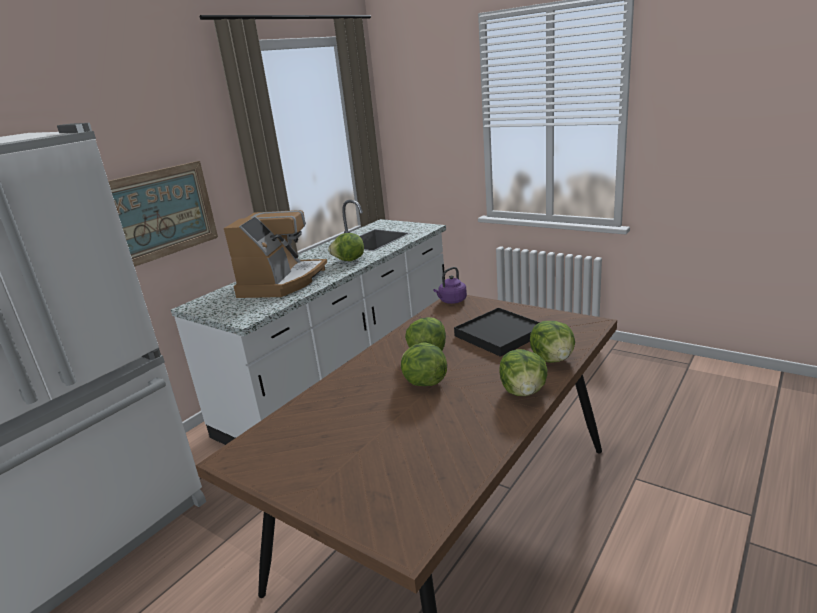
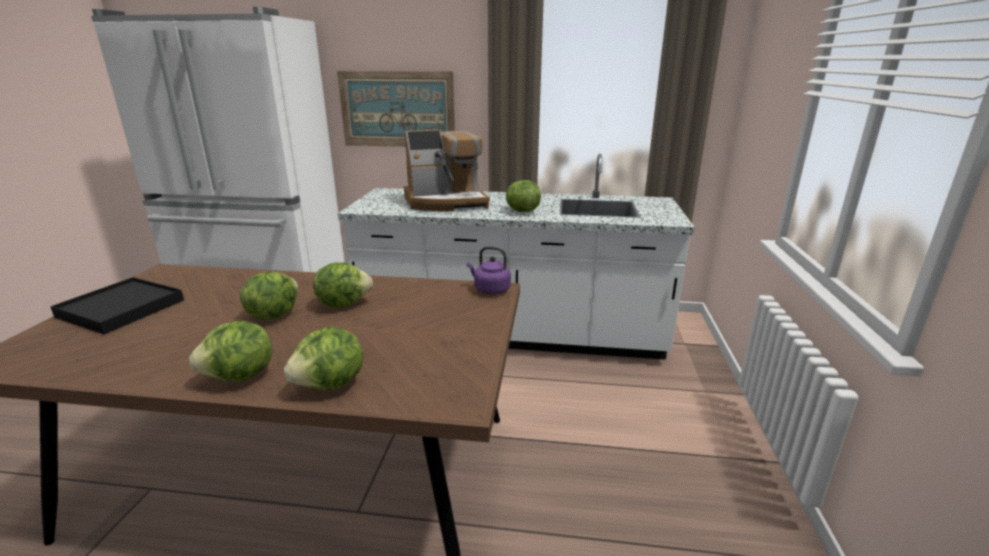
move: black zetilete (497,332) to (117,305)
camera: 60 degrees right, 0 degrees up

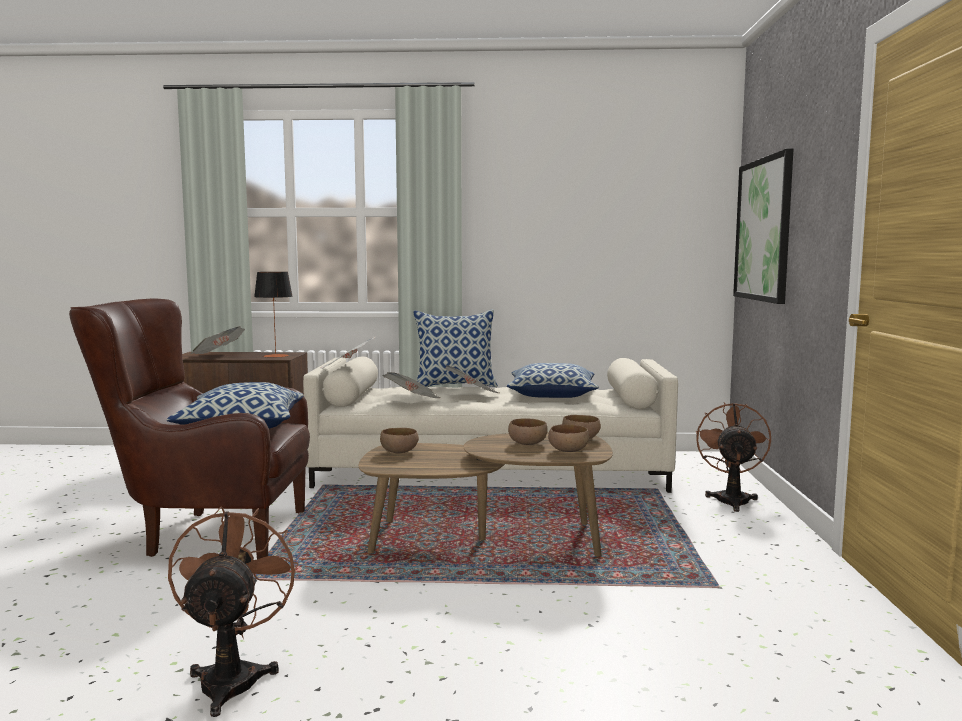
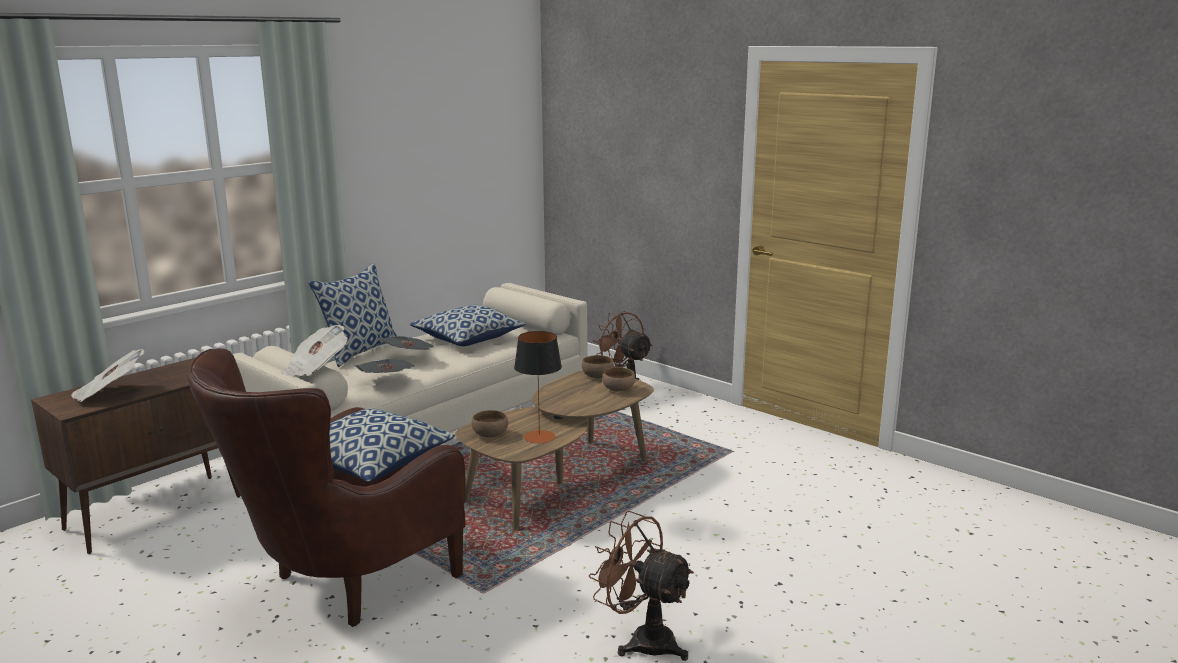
delete: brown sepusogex (528,431); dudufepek (763,226)
move: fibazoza (273,315) to (538,387)
camera: 50 degrees left, 10 degrees up

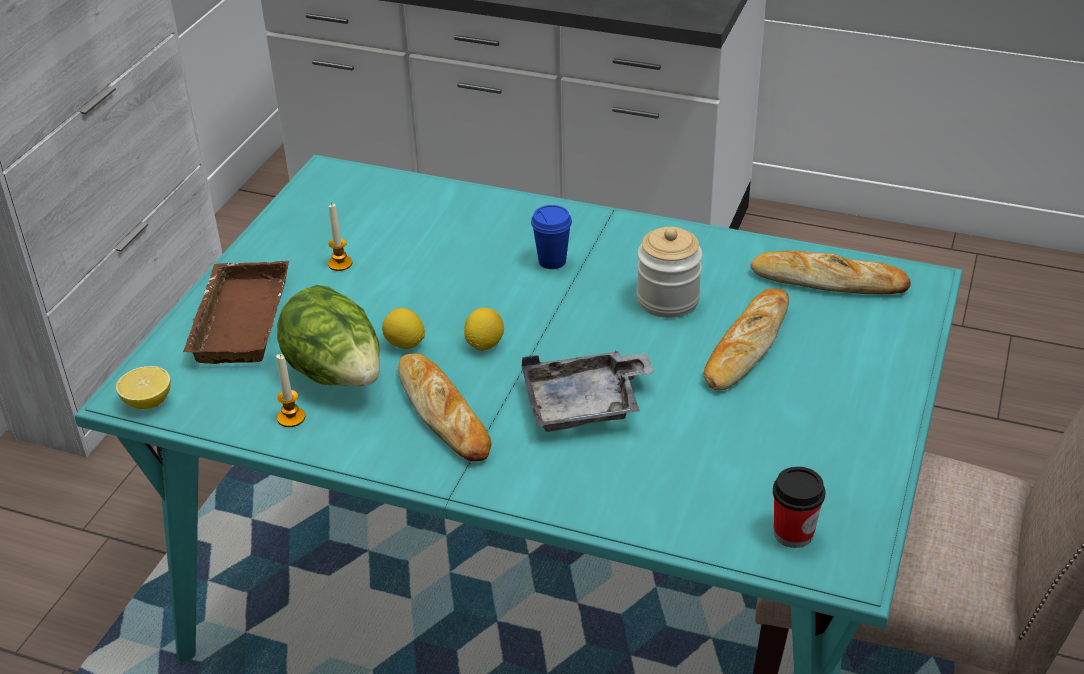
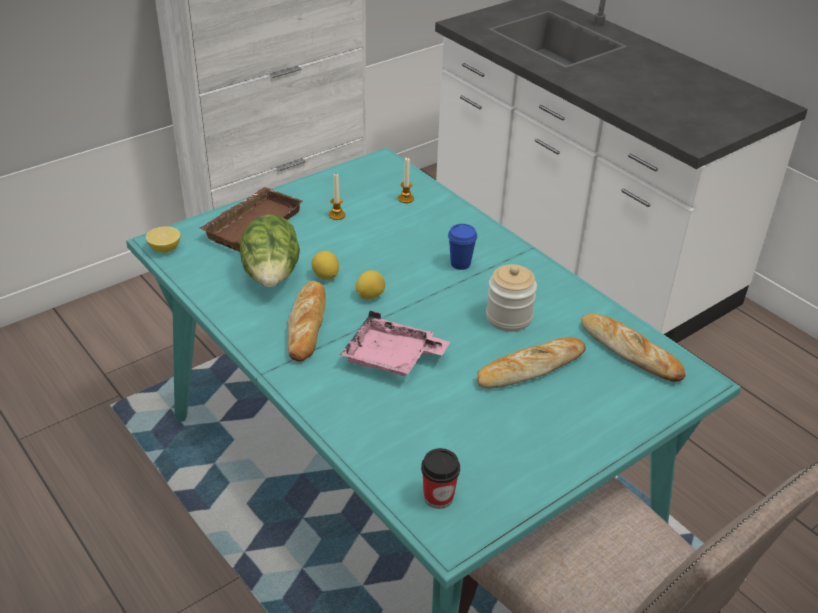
move: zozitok (290,390) to (406,180)
recolor: grey zetilete (588,391) to pink zetilete (395,343)
camera: 30 degrees right, 0 degrees up

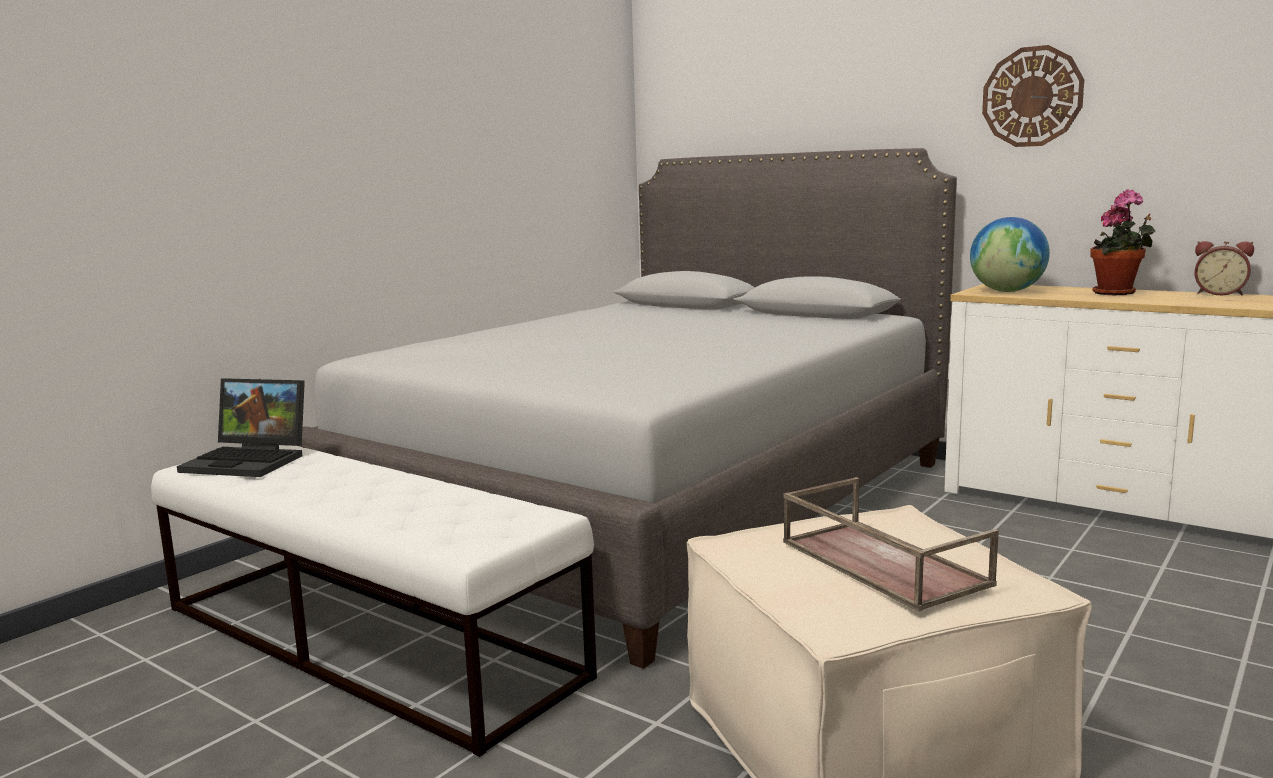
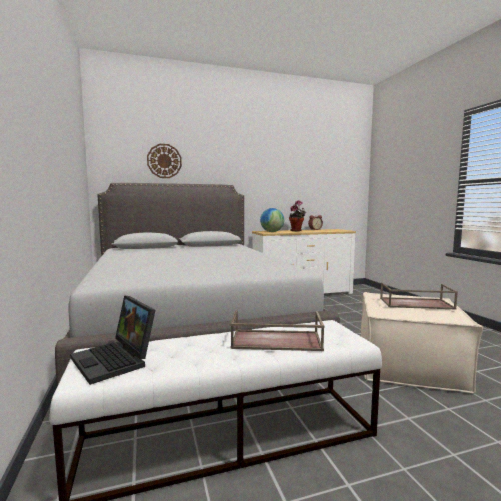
insert: brown zetilete (277,330)
move: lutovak (1033,96) to (164,161)
rotate: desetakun (241,427) = (112,340) 90 degrees clockwise
camera: 55 degrees left, 5 degrees down

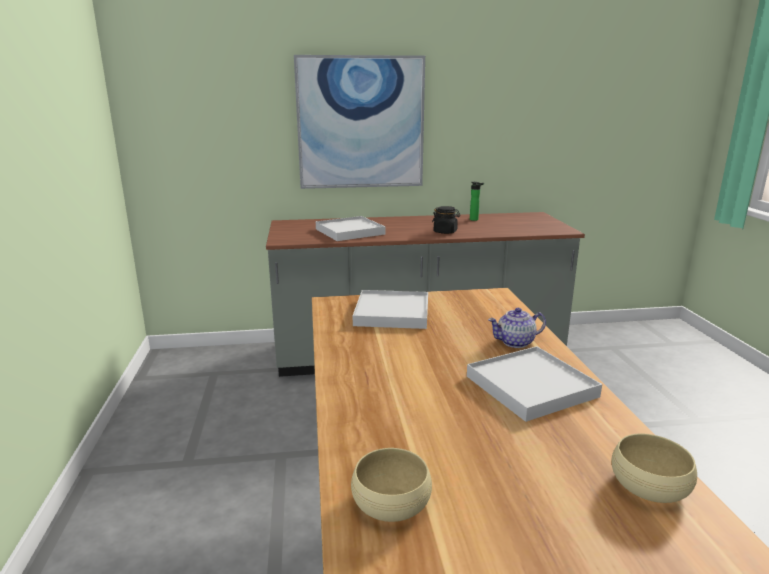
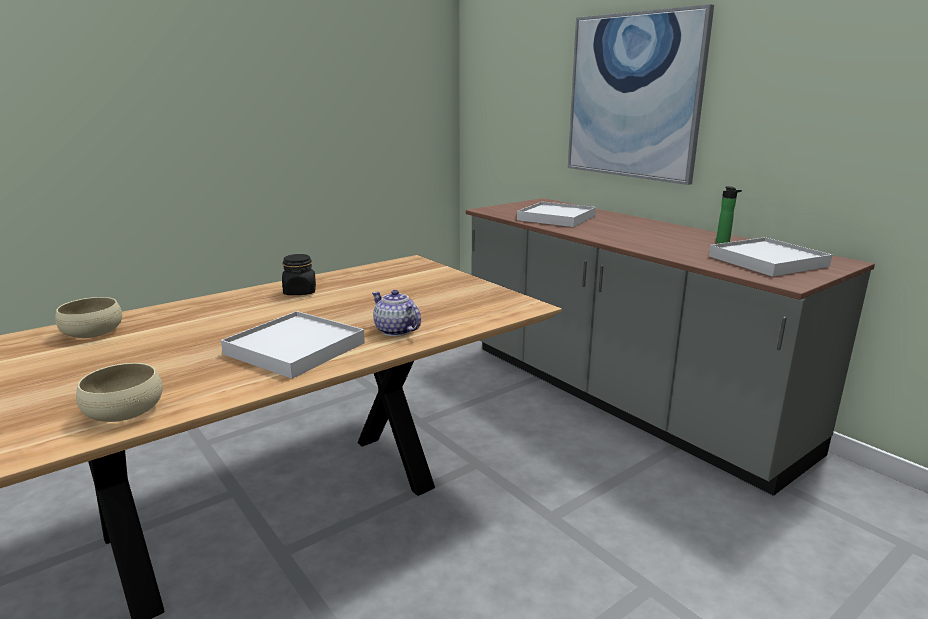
move: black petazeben (446,220) to (299,274); white zetilete (390,309) to (770,257)
camera: 60 degrees right, 0 degrees up

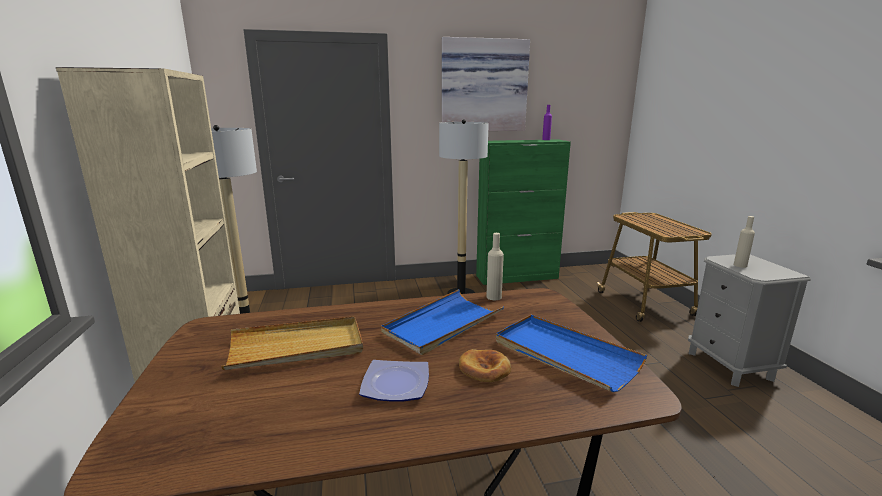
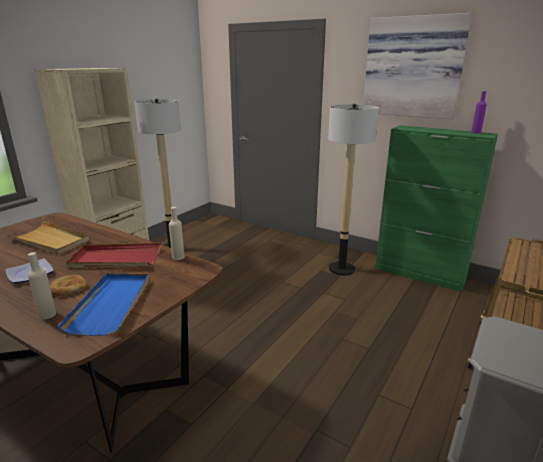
move: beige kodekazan (744,242) to (42,286)
recolor: blue zetilete (442,322) to red zetilete (113,255)
camera: 45 degrees right, 5 degrees up

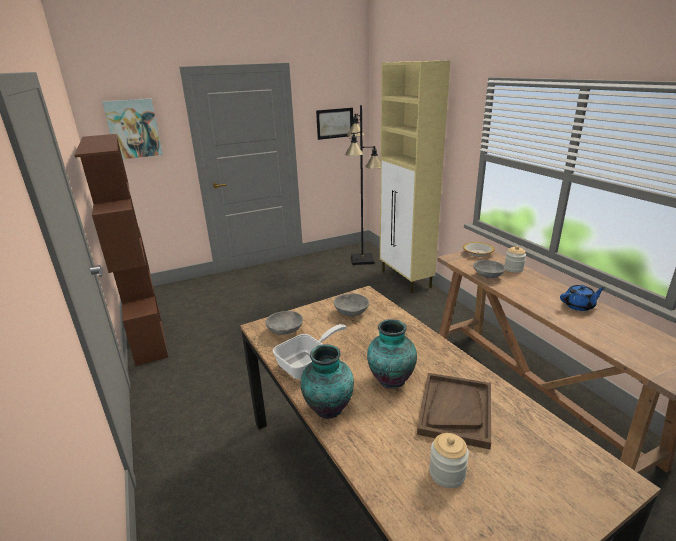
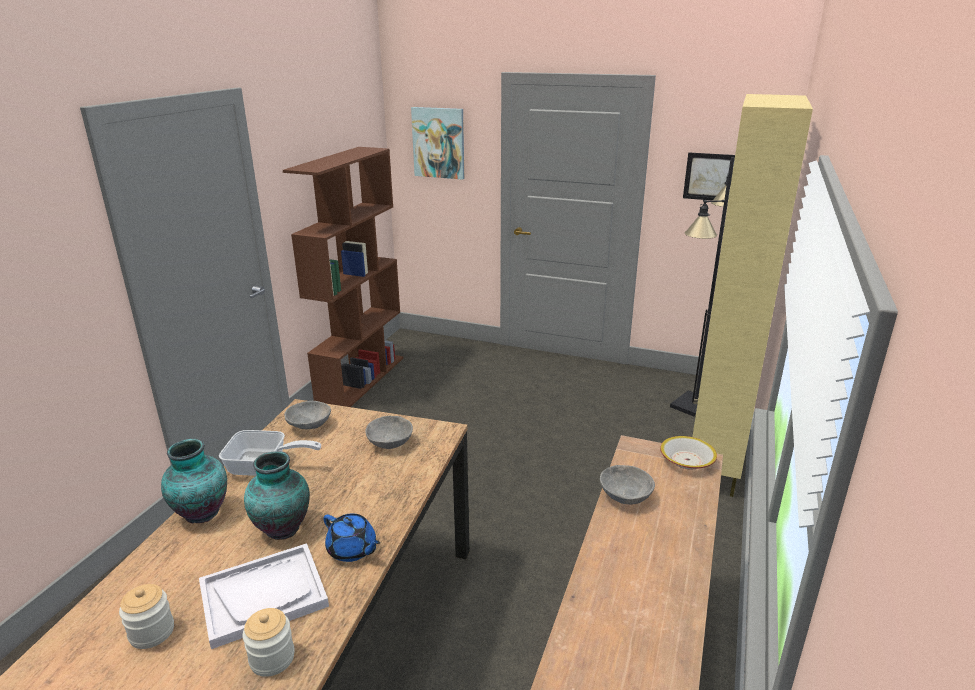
move: petazeben (515,259) to (268,642); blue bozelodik (582,298) to (351,537)
recolor: brown zetilete (454,411) to white zetilete (264,596)
camera: 45 degrees right, 0 degrees up

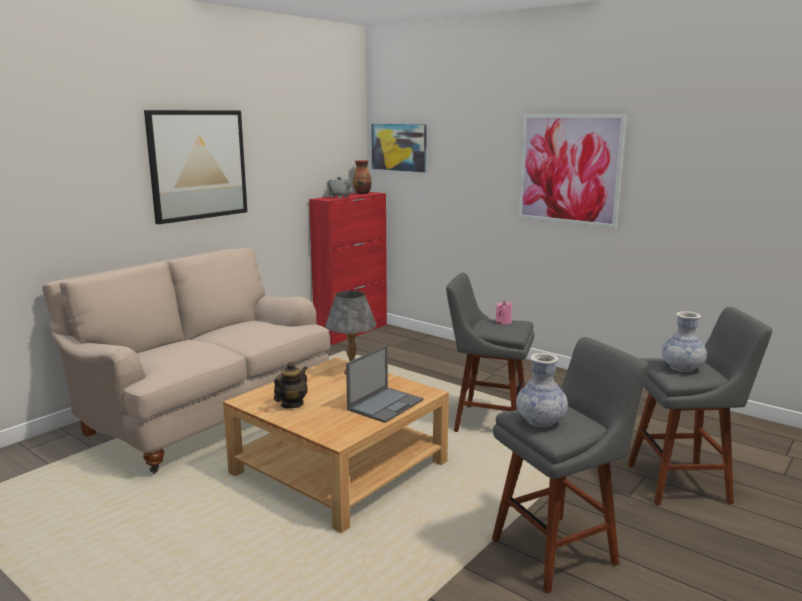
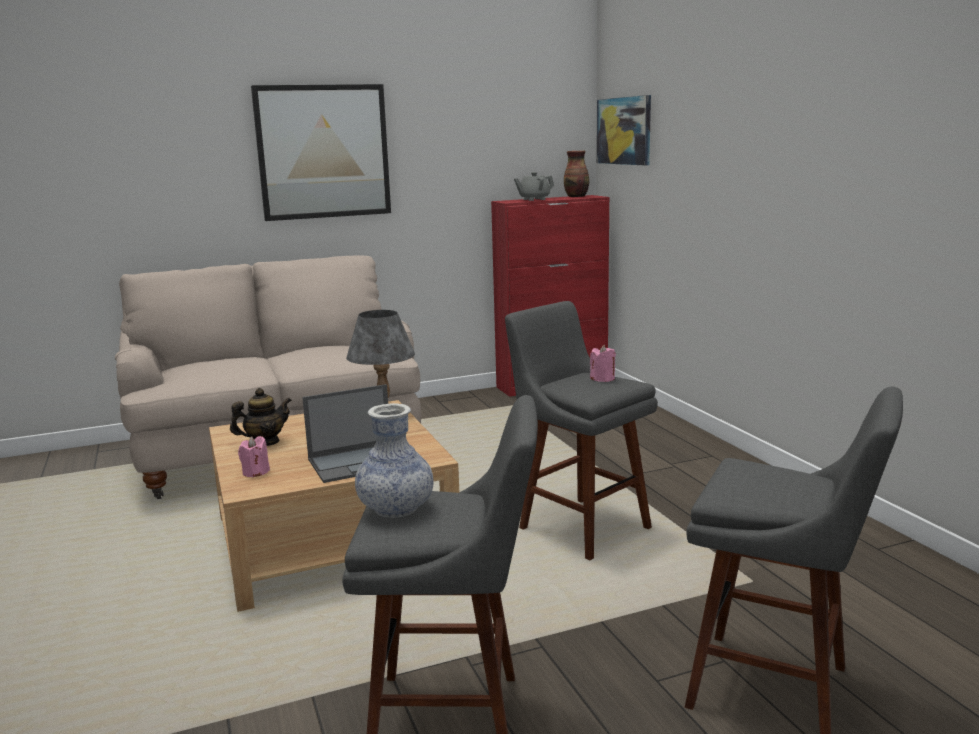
delete: dudufepek (572,171); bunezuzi (684,341)
insert: pink zozitok (254,456)
camera: 30 degrees right, 0 degrees up

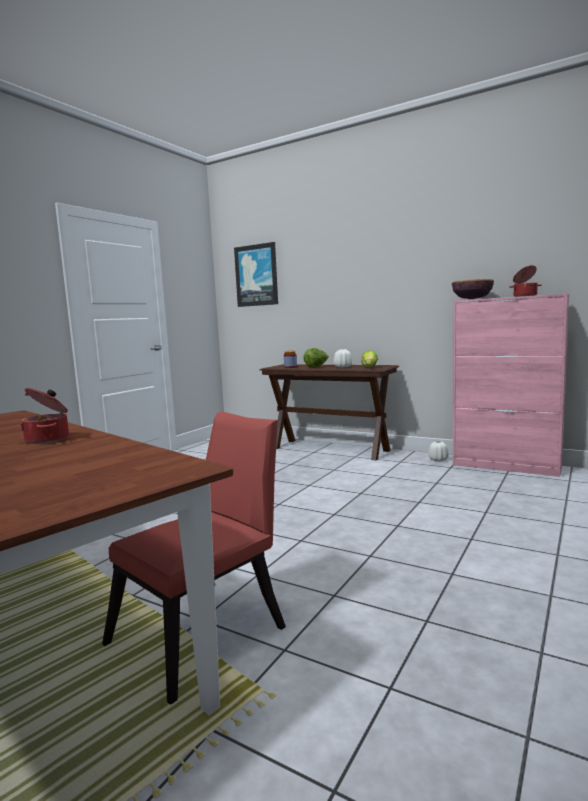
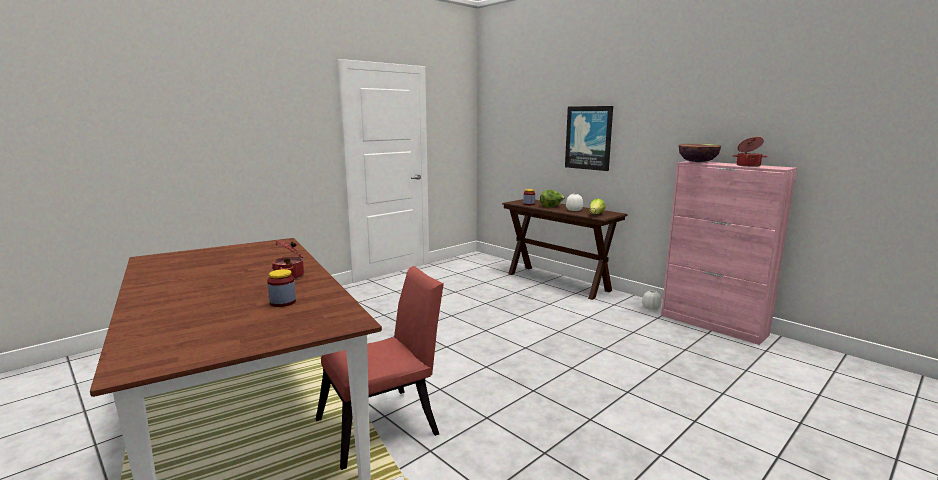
insert: petazeben (281,288)
move: dudufepek (256,274) to (589,138)
camera: 15 degrees right, 5 degrees up

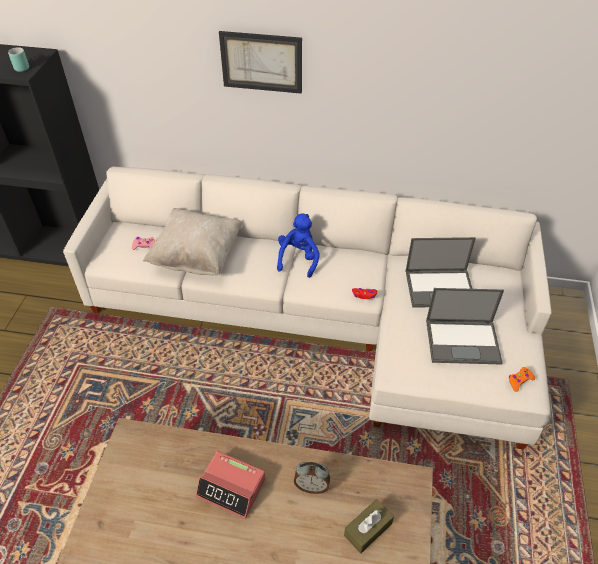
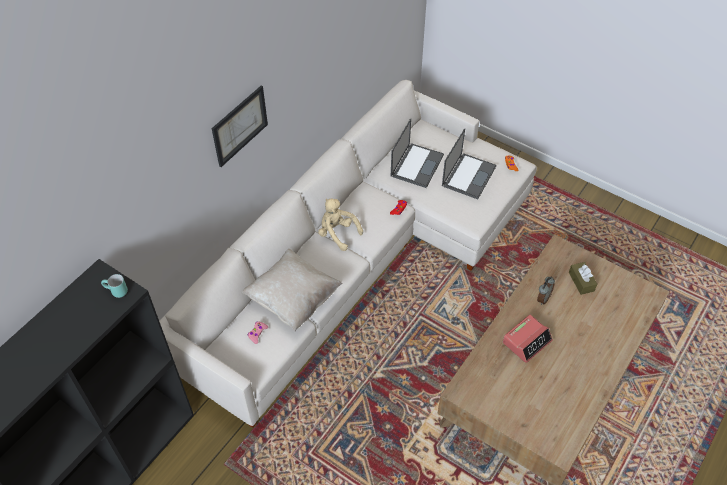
recolor: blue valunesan (298,245) to beige valunesan (340,225)
camera: 65 degrees left, 5 degrees up

